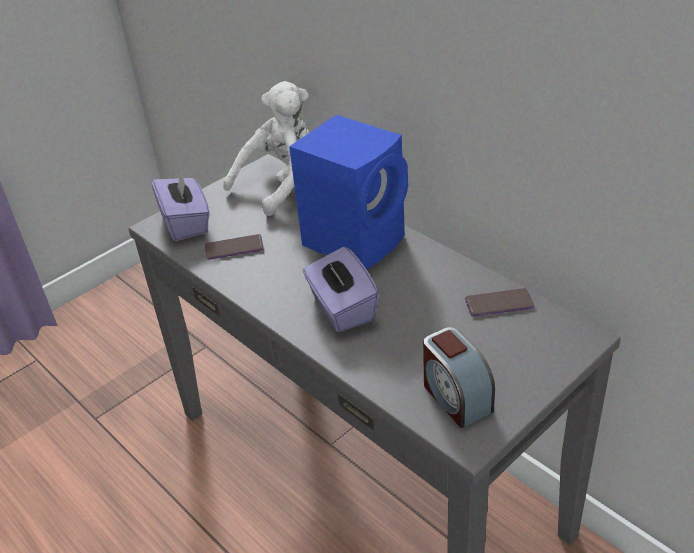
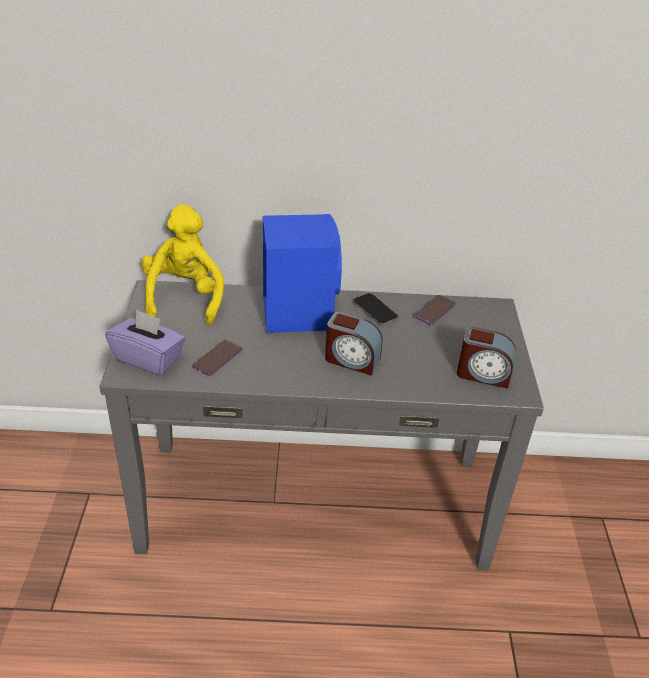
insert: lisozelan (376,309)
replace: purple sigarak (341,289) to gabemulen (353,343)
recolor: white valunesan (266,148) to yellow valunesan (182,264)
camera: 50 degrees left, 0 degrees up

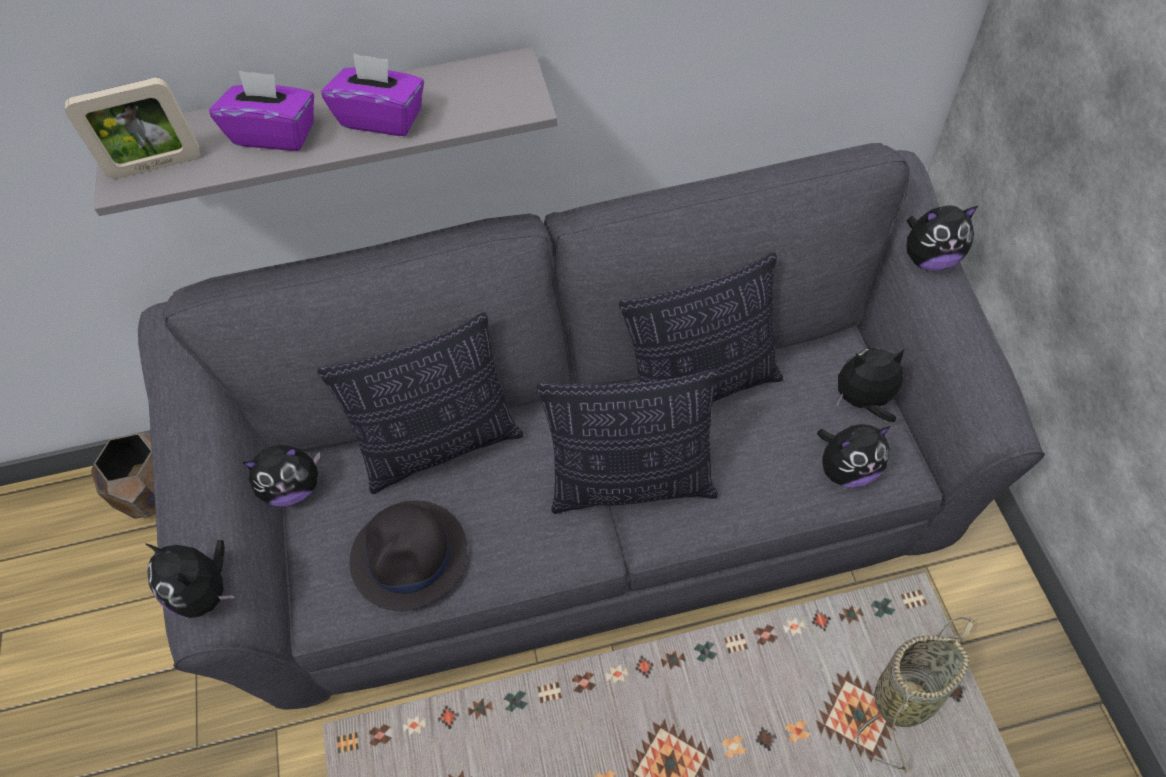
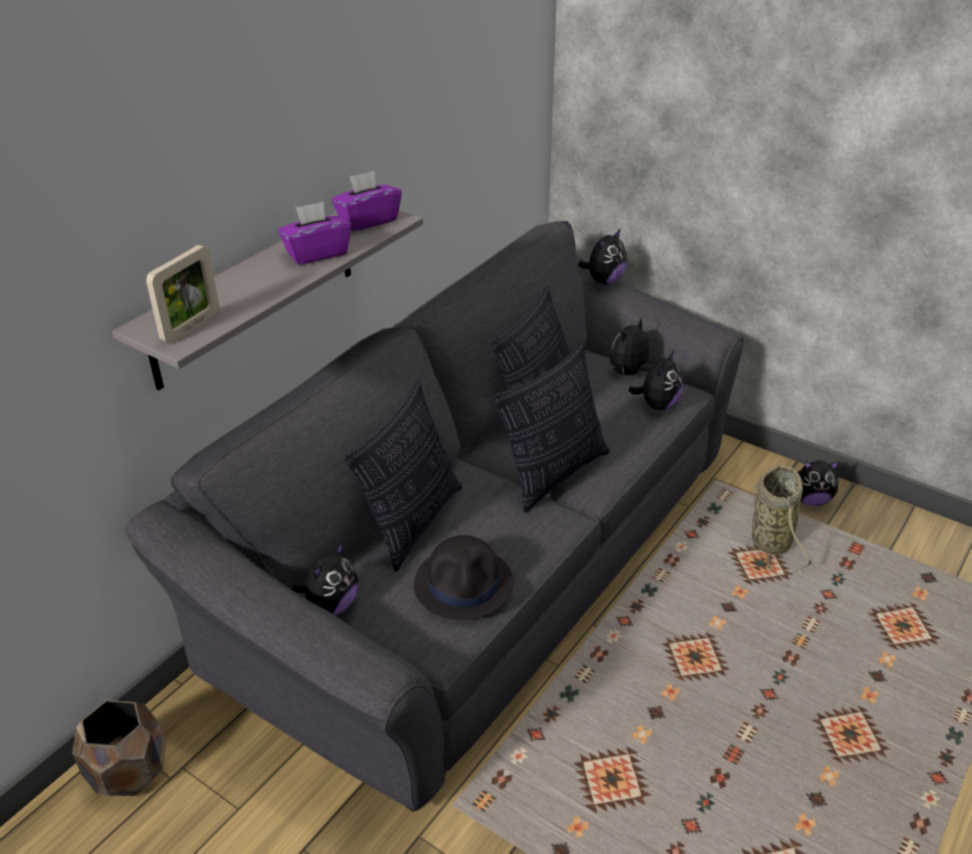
move: purple sigarak (261,110) to (366,201); valunesan (189,579) to (818,483)
camera: 45 degrees left, 20 degrees down

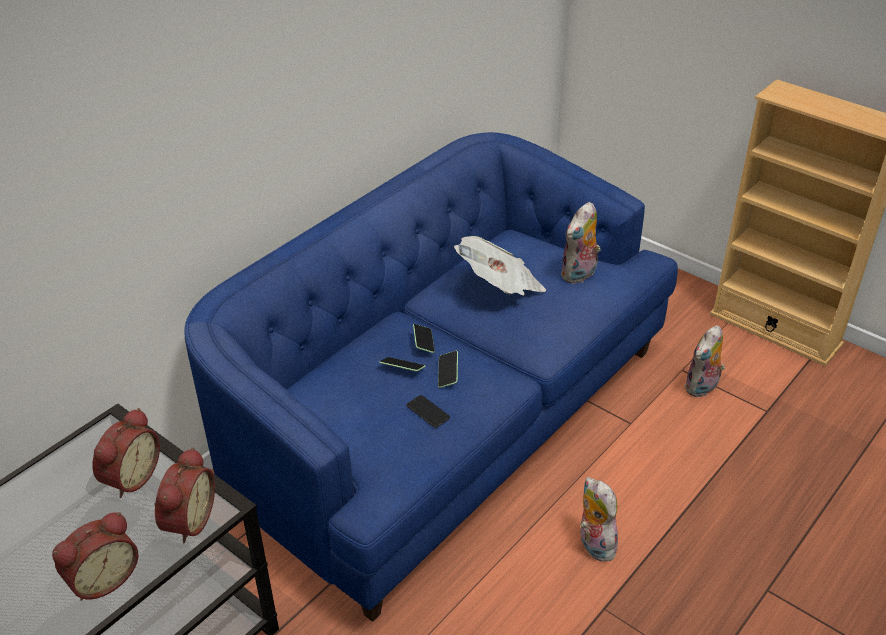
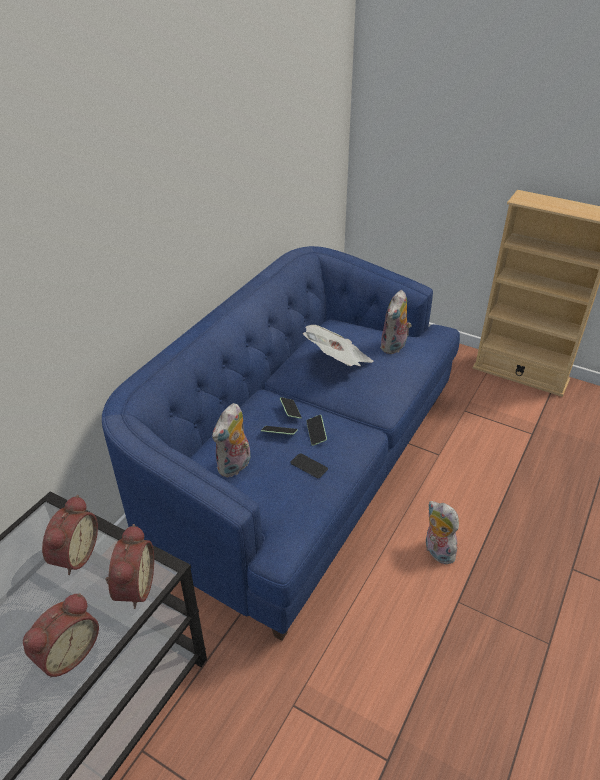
move: valunesan (704,361) to (231,440)
camera: 10 degrees left, 0 degrees up

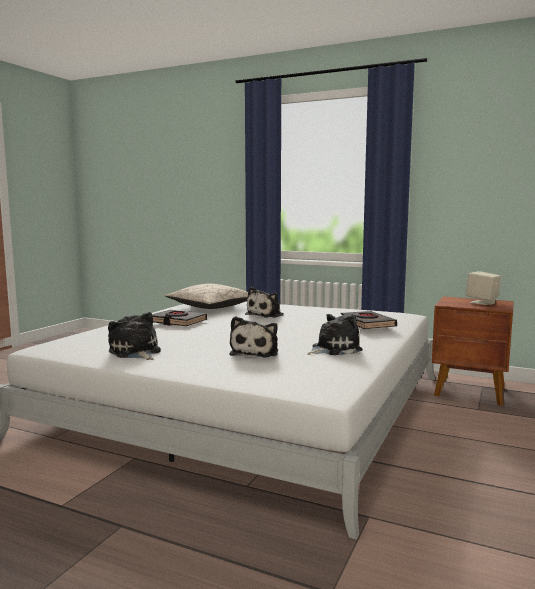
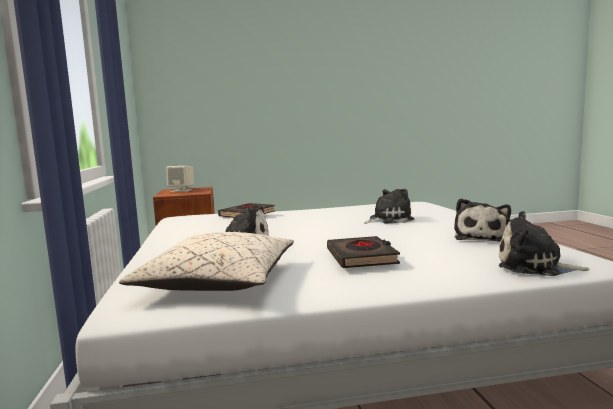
move: valunesan (334,334) to (544,243)
camera: 125 degrees left, 0 degrees up

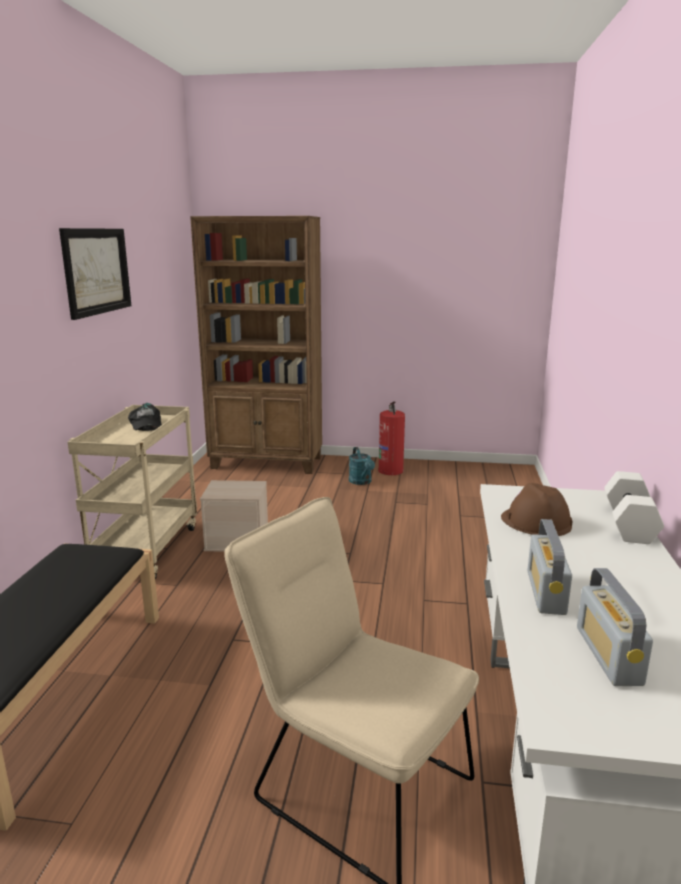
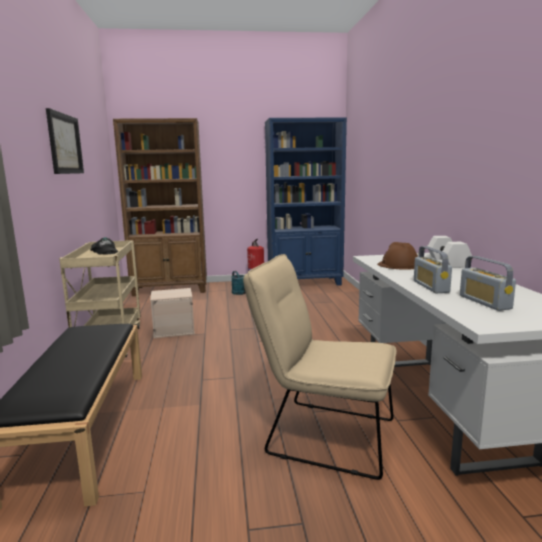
insert: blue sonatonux (306,201)
camera: 15 degrees left, 5 degrees down

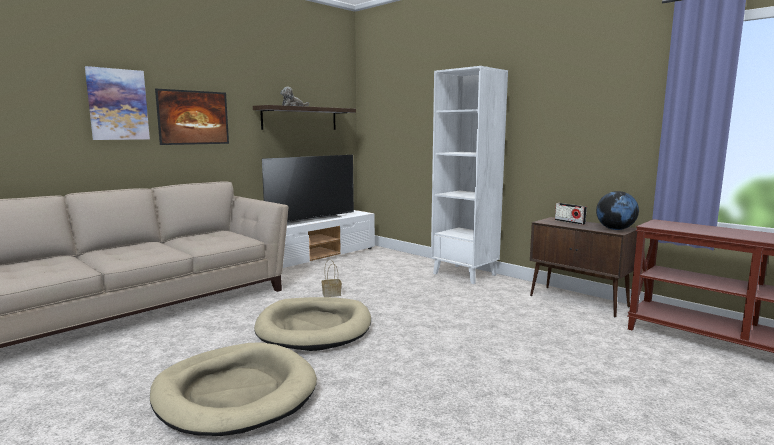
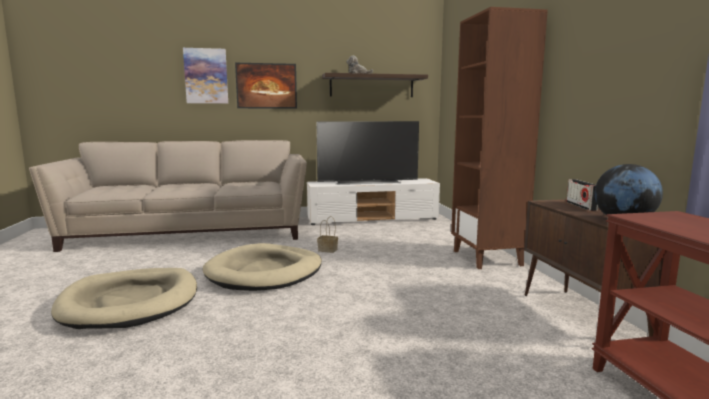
recolor: white sonatonux (469,175) to brown sonatonux (499,138)
camera: 35 degrees right, 0 degrees up

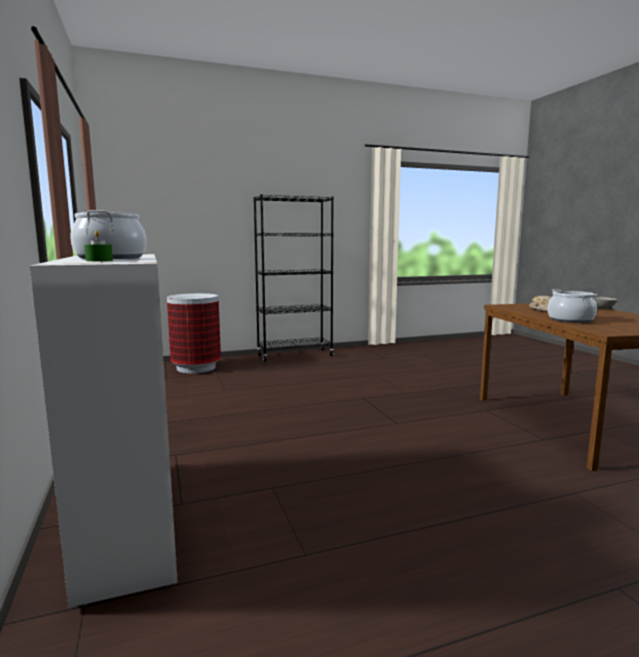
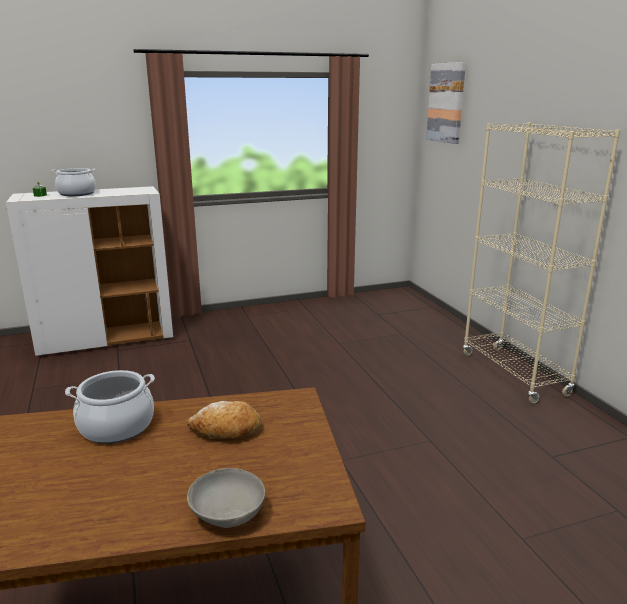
delete: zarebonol (194,333)
insert: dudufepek (446,103)
recolor: black sonatonux (294,278) to beige sonatonux (541,263)
camera: 90 degrees right, 10 degrees up

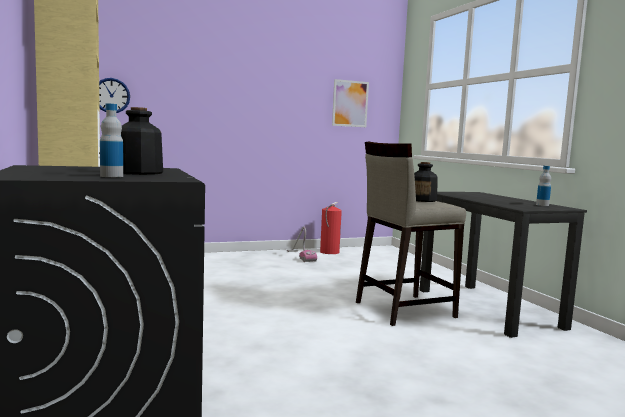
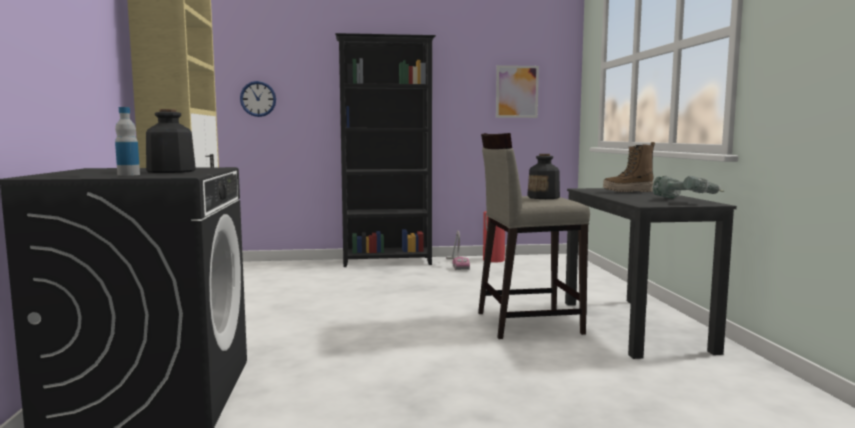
insert: black sonatonux (385,150); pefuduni (629,167)
replace: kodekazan (543,186) to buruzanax (689,187)
camera: 15 degrees right, 0 degrees up

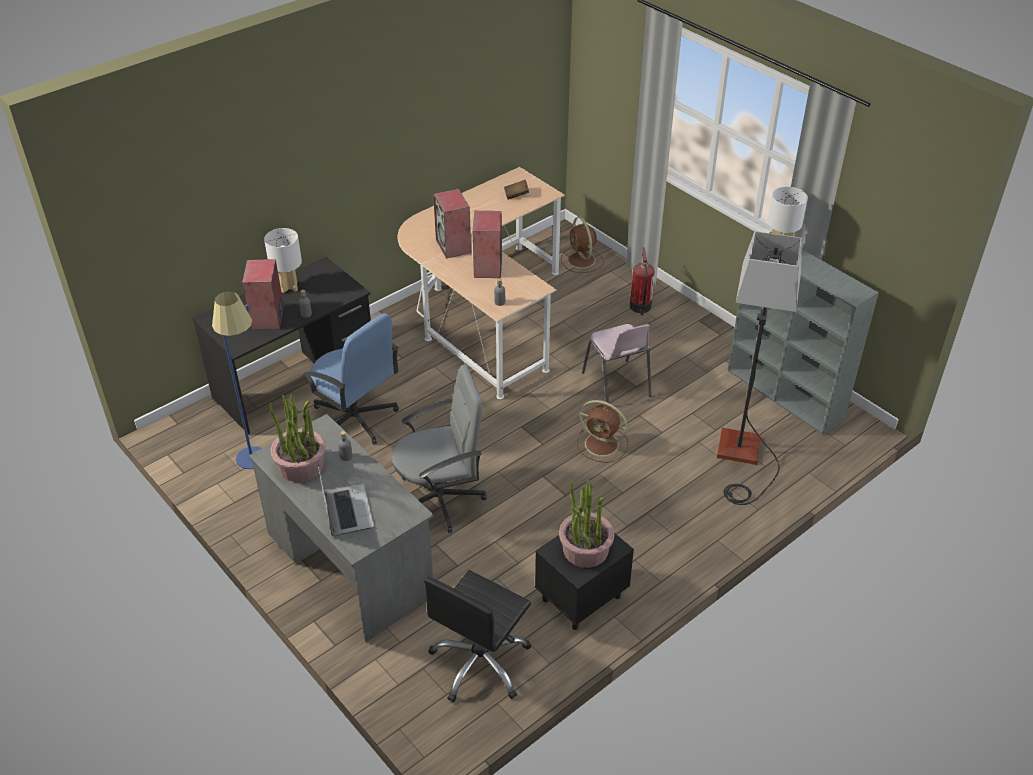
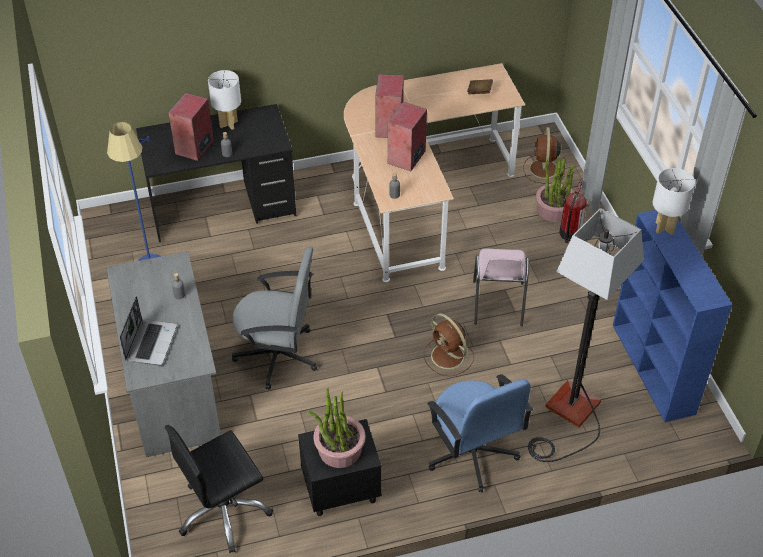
move: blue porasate (351,379) to (480,433); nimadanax (297,438) to (556,189)
recolor: grey sonatonux (803,333) to blue sonatonux (673,316)
camera: 25 degrees right, 5 degrees up

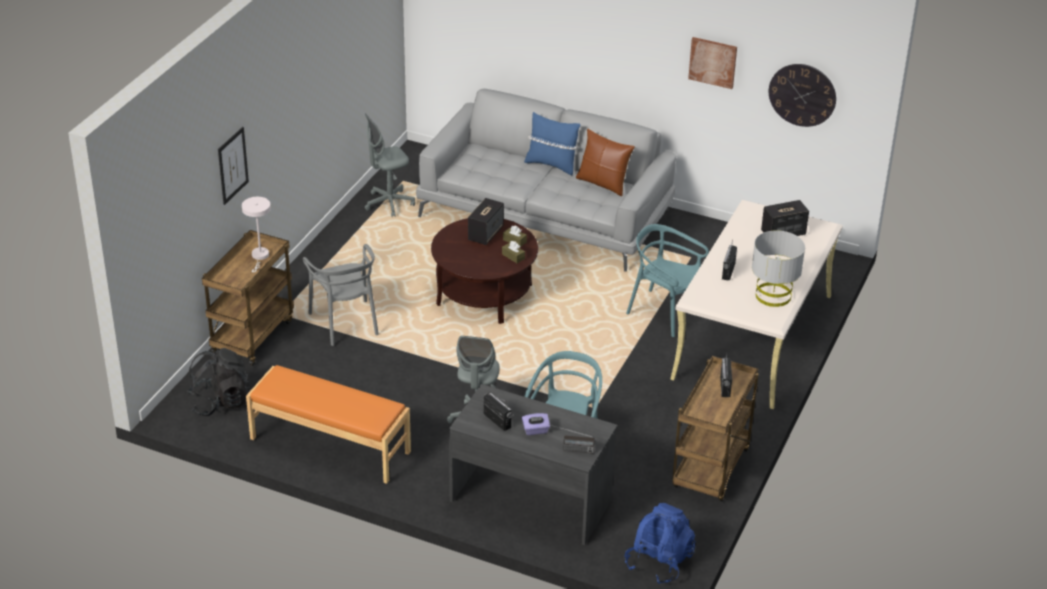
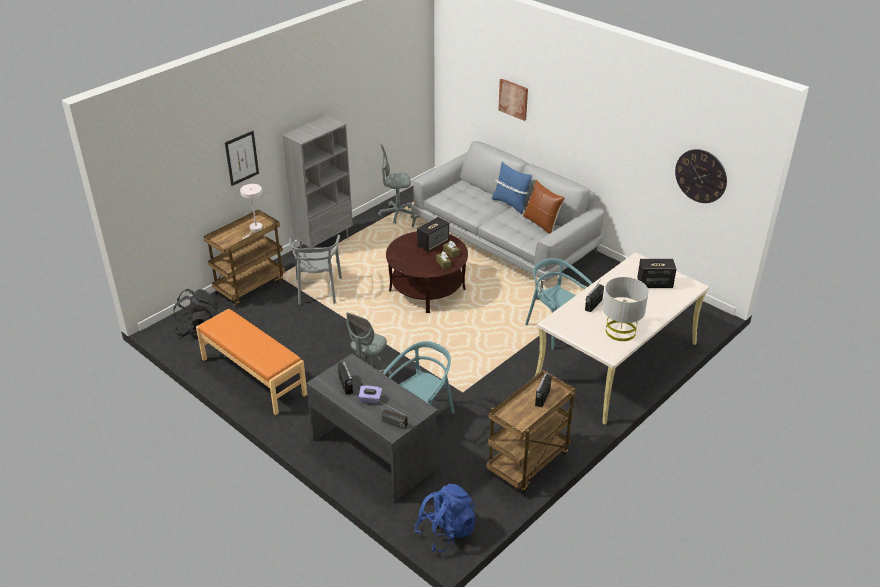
insert: grey sonatonux (317,182)
move: dudufepek (712,63) to (513,100)
camera: 20 degrees right, 0 degrees up

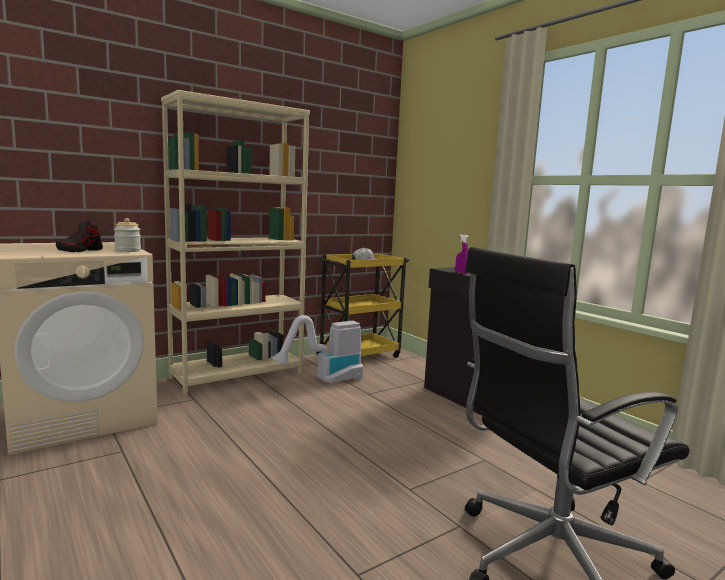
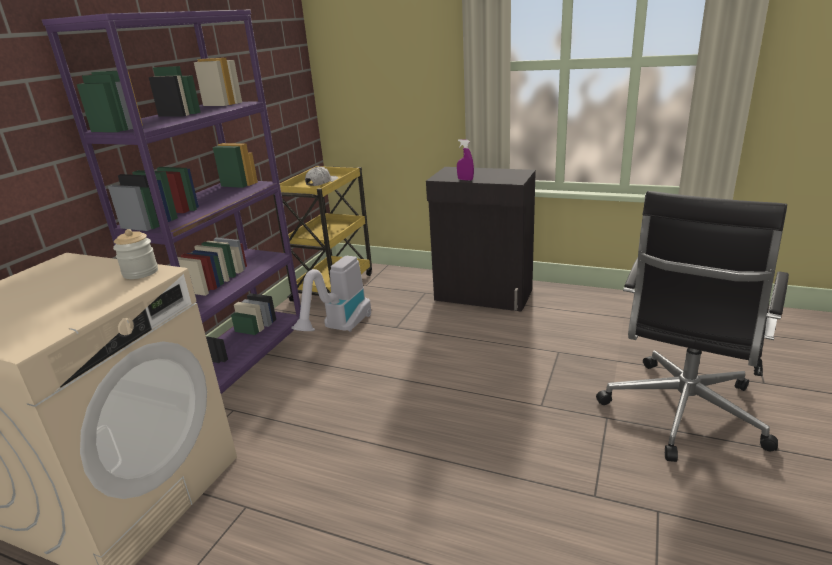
delete: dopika (79,236)
recolor: beige sonatonux (235,242) to purple sonatonux (171,201)
camera: 30 degrees left, 15 degrees up

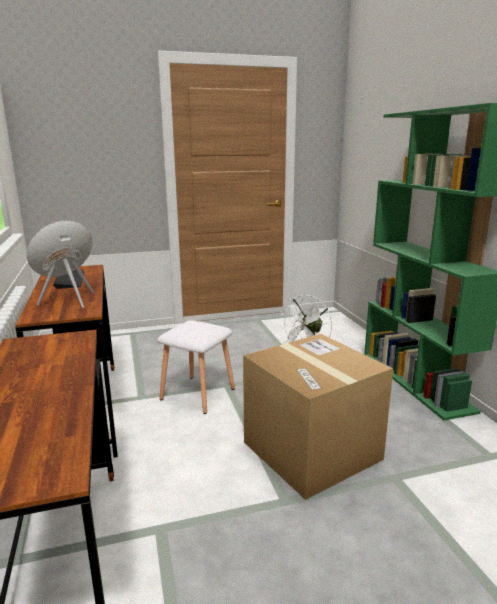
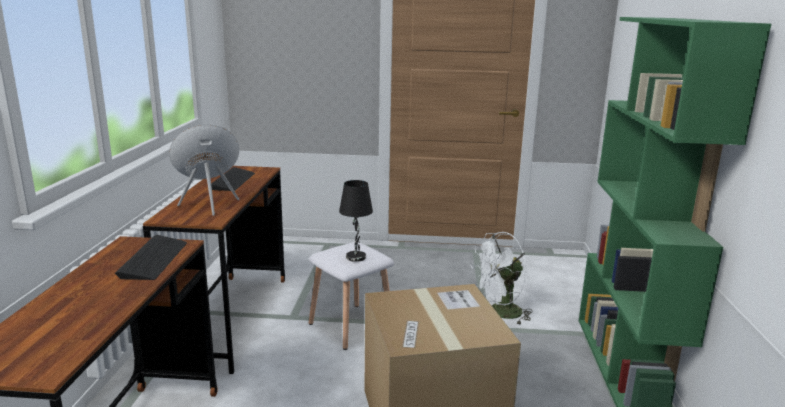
insert: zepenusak (151,257); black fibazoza (356,221)
camera: 20 degrees right, 0 degrees up

